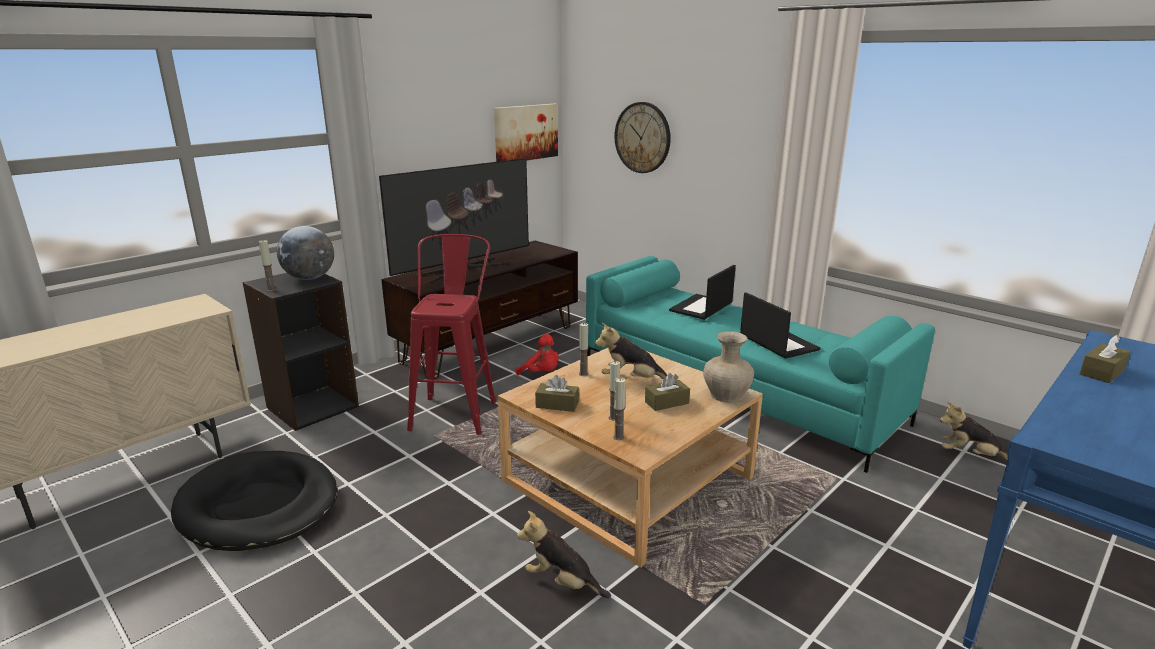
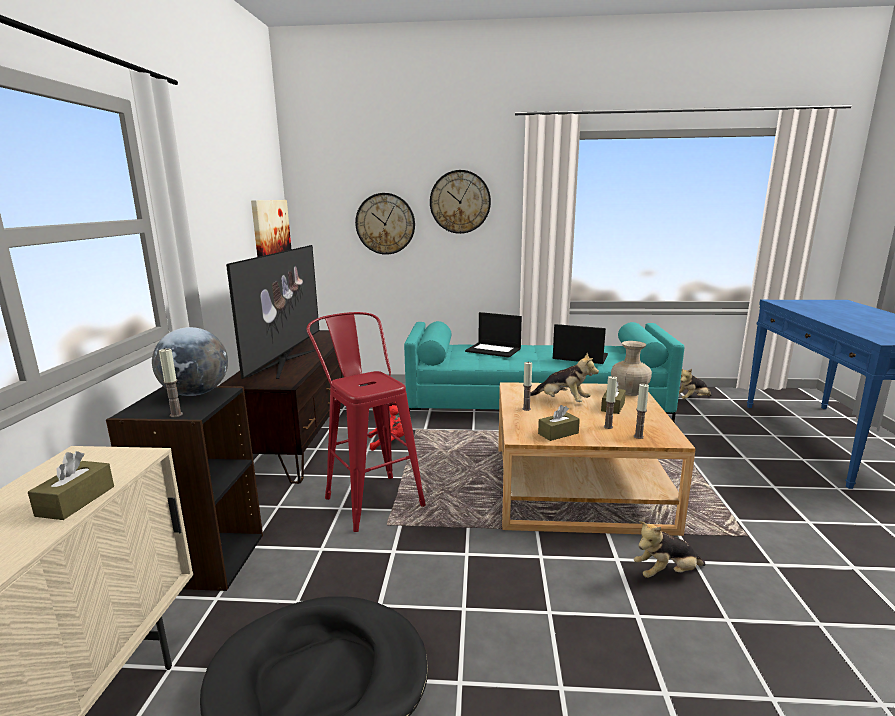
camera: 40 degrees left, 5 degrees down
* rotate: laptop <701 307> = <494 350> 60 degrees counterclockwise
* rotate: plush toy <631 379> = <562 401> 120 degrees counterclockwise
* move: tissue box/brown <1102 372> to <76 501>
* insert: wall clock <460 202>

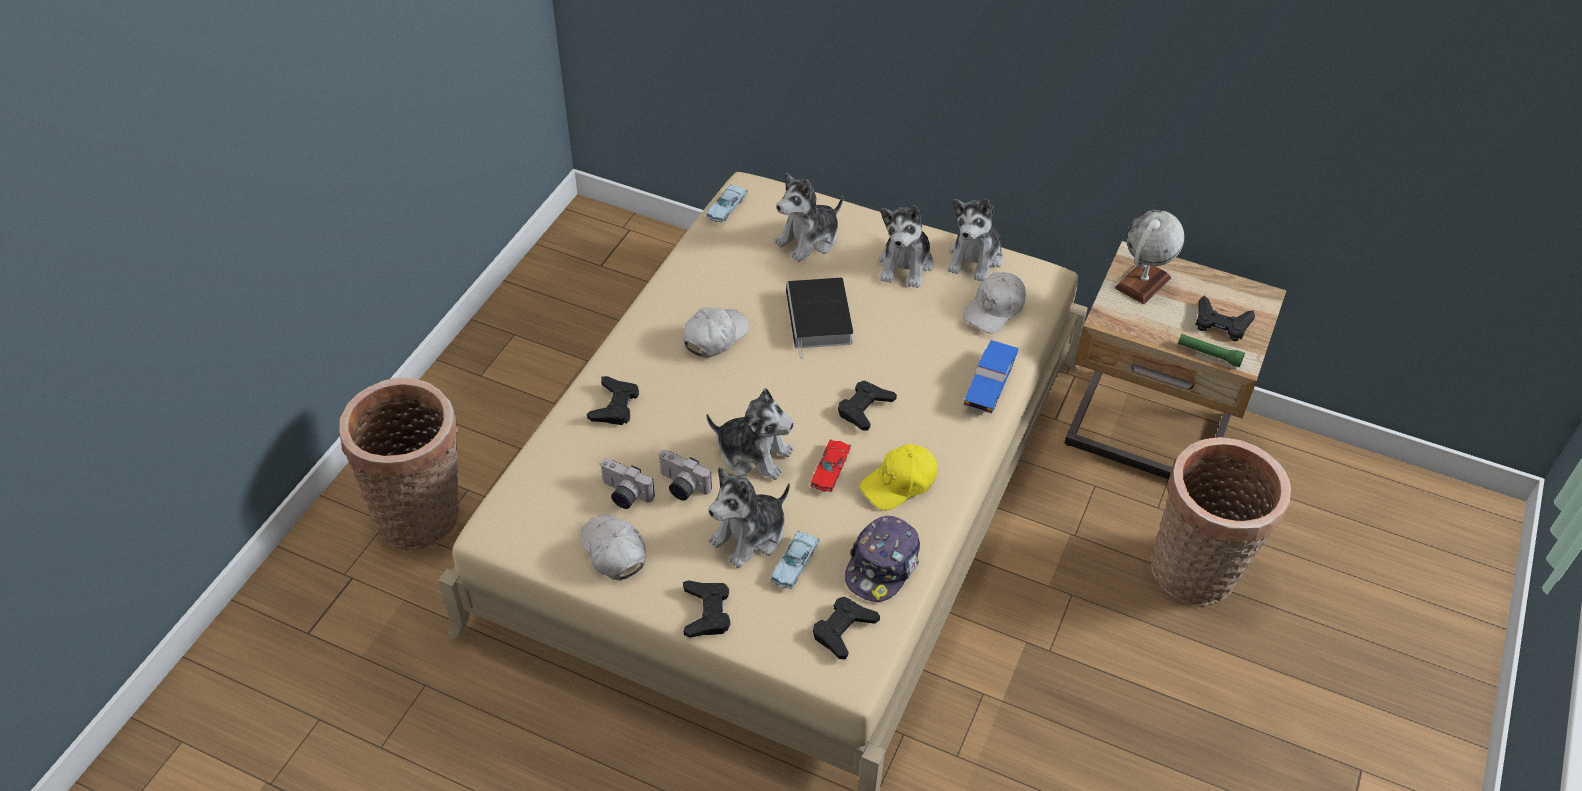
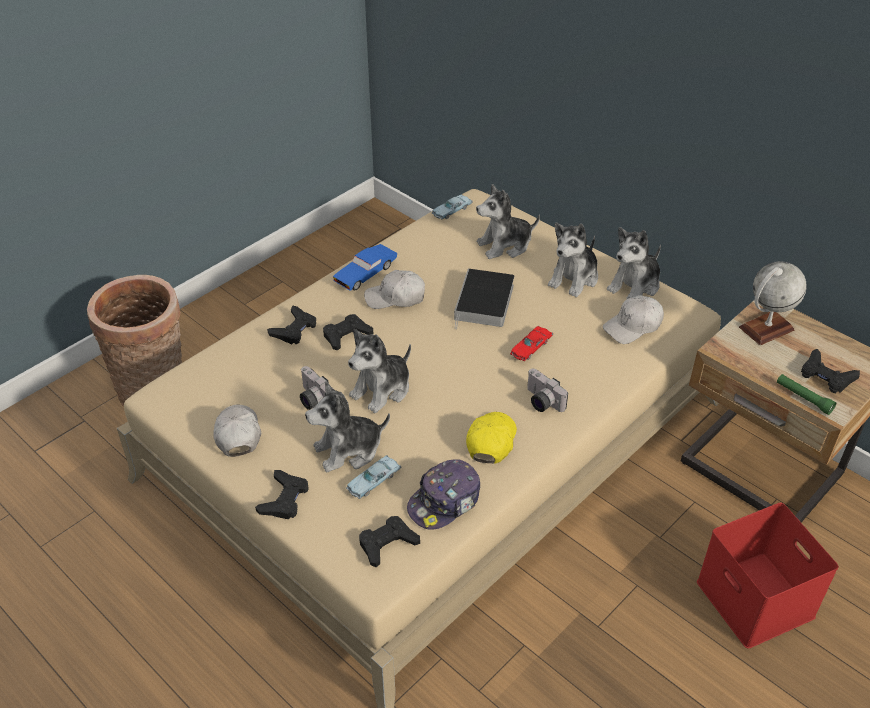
camera: 20 degrees right, 5 degrees down
* rotate: cap/white <715 336> = <395 297> 150 degrees counterclockwise
* move: toy car/blue <989 384> to <366 274>
* move: game controller/black <864 408> to <346 335>
* rotate: plush toy <754 454> = <382 390> 90 degrees clockwise
* replace: basket <1195 575> to storage box/red <758 600>
* move: toy car/red <830 469> to <531 347>
* rotate: cap/yellow <899 483> = <491 441> 120 degrees clockwise
* move: photo camera <623 495> to <541 402>

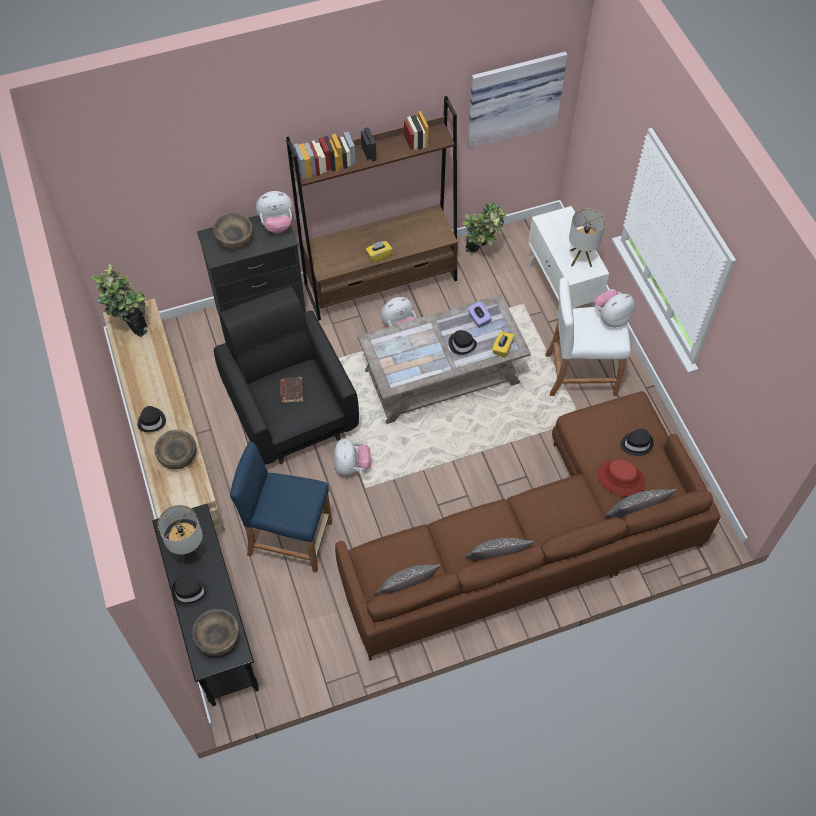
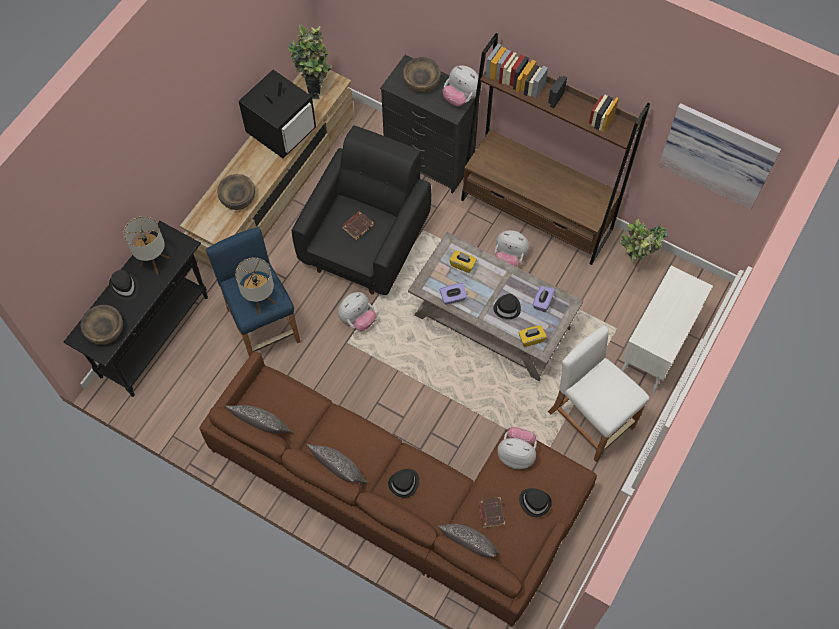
camera: 50 degrees right, 5 degrees up
* move: table lamp <581 258> to <260 301>
* move: tissue box/yellow <379 255> to <462 265>
* move: plush toy <611 317> to <516 454>
* move: hat/black <152 421> to <404 483>
* replace: hat/red <620 479> to book/brown <490 513>
* insert: television <282 131>
* insert: tissue box/purple <453 298>

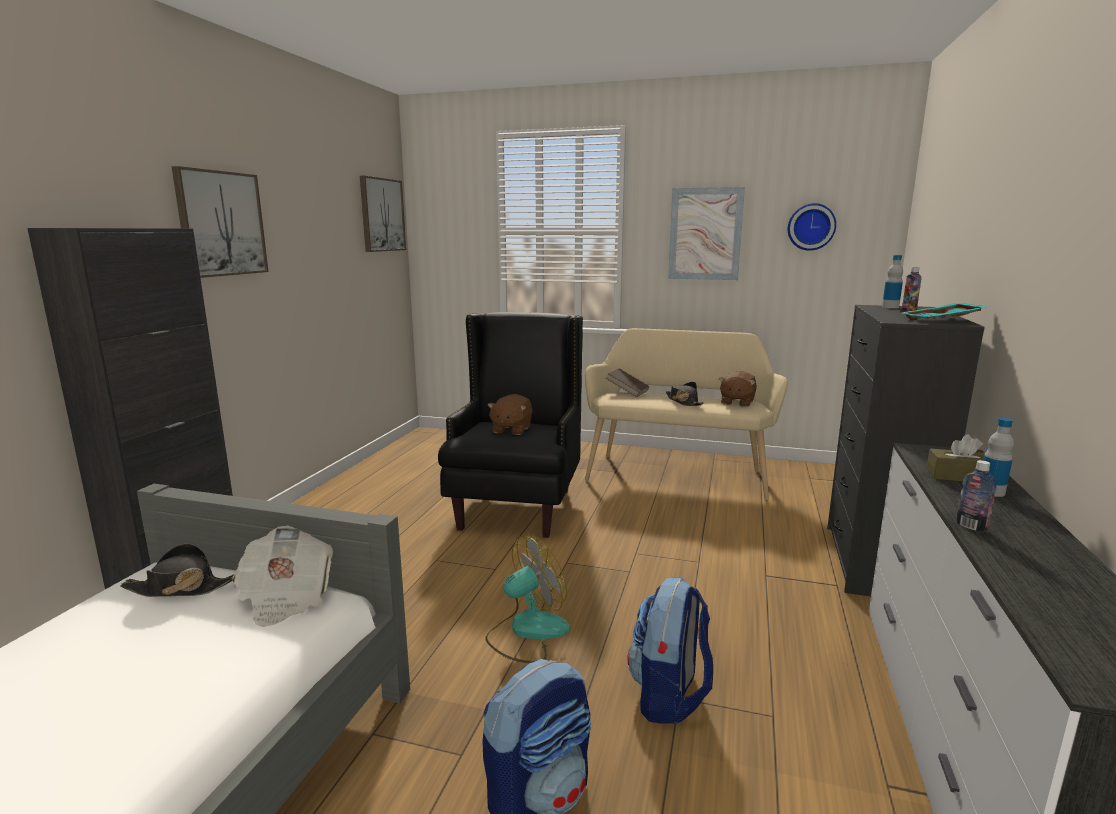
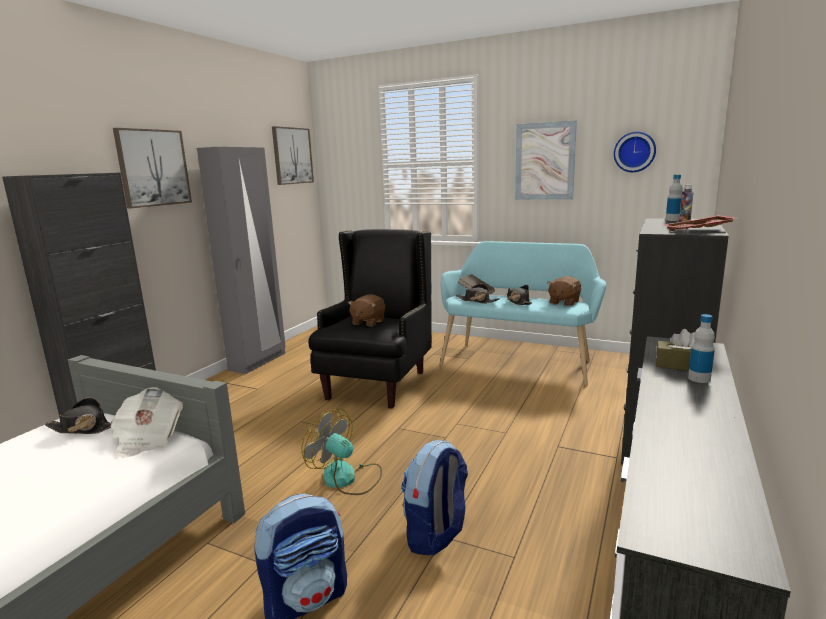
camera: 10 degrees right, 0 degrees up
* recolor: tray/turquoise <943 320> to tray/red <699 230>
* recolor: bench/beige <677 473> to bench/turquoise <519 361>
* delete: bottle <971 526>
* rotate: fan <527 632> = <347 478> 120 degrees counterclockwise
* insert: wardrobe/grey <258 362>
* insert: hat/black <477 301>

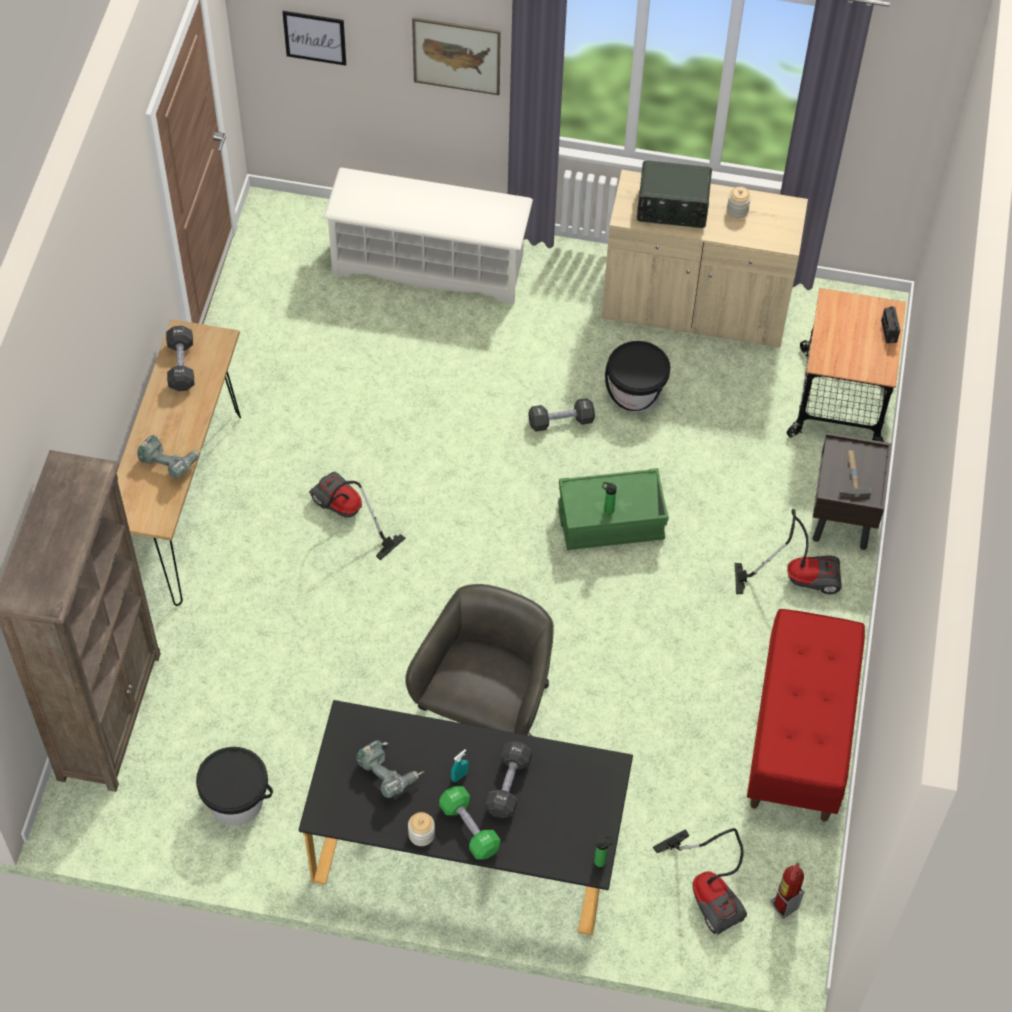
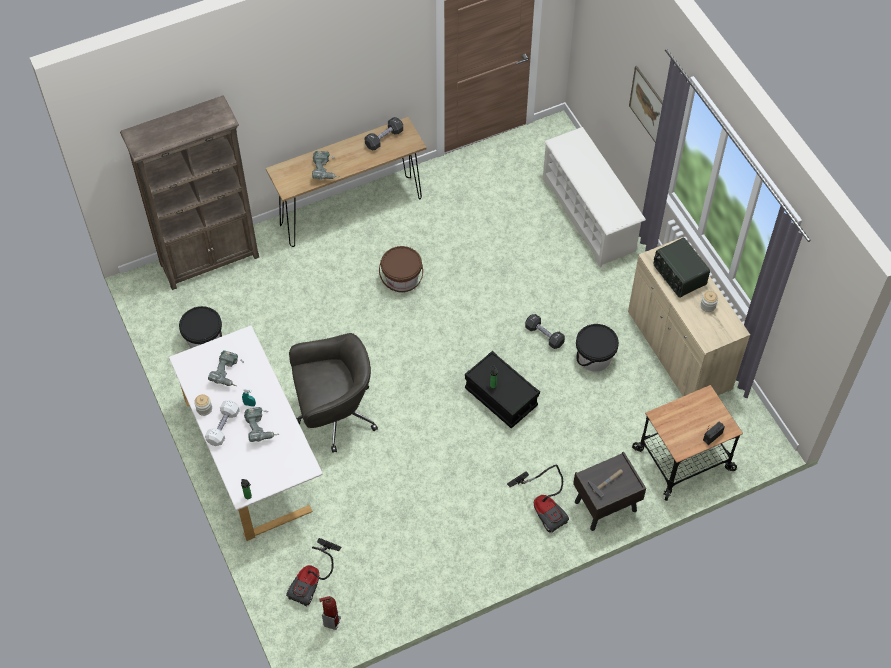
camera: 55 degrees right, 0 degrees up
* delete: picture <315 37>
* recolor: storage box/green <610 522> to storage box/black <501 397>
* replace: vacuum cleaner <346 515> to bucket/brown <402 280>
* delete: bench/red <800 736>
* recolor: desk/black <466 849> to desk/white <252 454>
* replace: dumbbell/black <508 785> to power drill <260 429>
* recolor: dumbbell/green <469 828> to dumbbell/white <223 427>

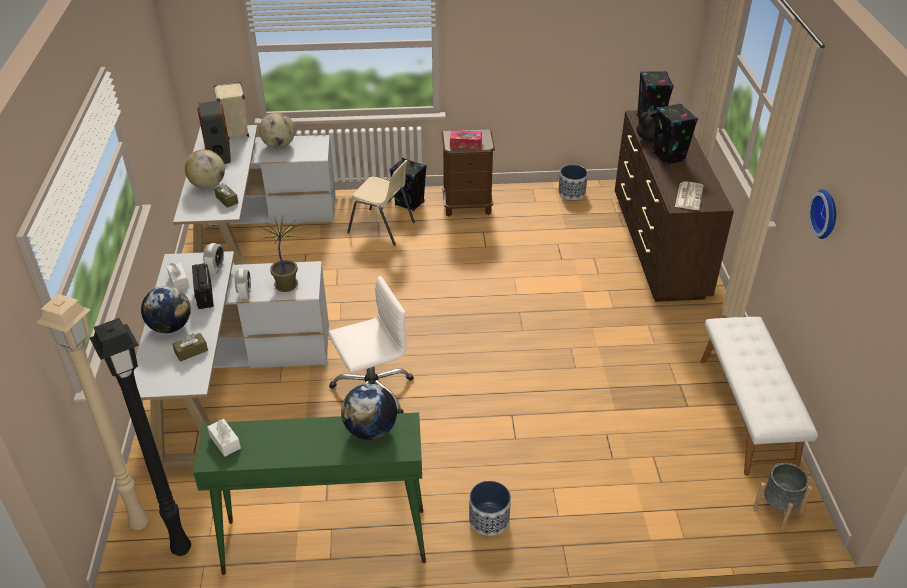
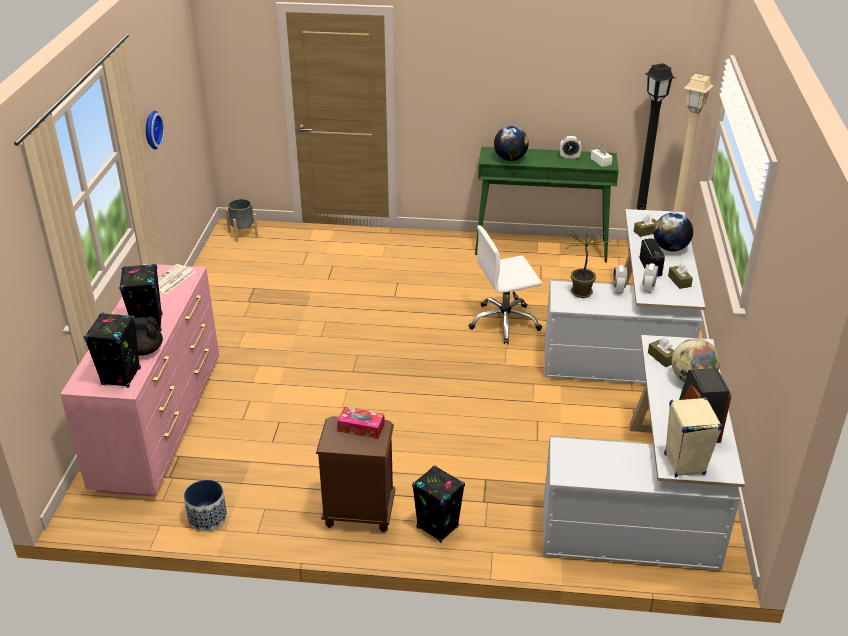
camera: 170 degrees left, 5 degrees down
* recolor: dresser/brown <658 247> to dresser/pink <161 423>
* delete: globe <279 145>
* delete: chair/beige <382 228>
* recolor: tissue box/white <179 281> to tissue box/brown <679 281>
* delete: bench/white <747 413>
* delete: planter <489 519>
* insert: alarm clock <569 157>

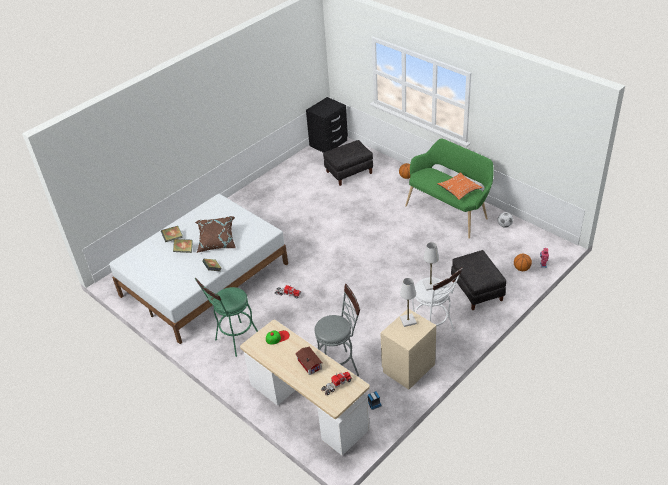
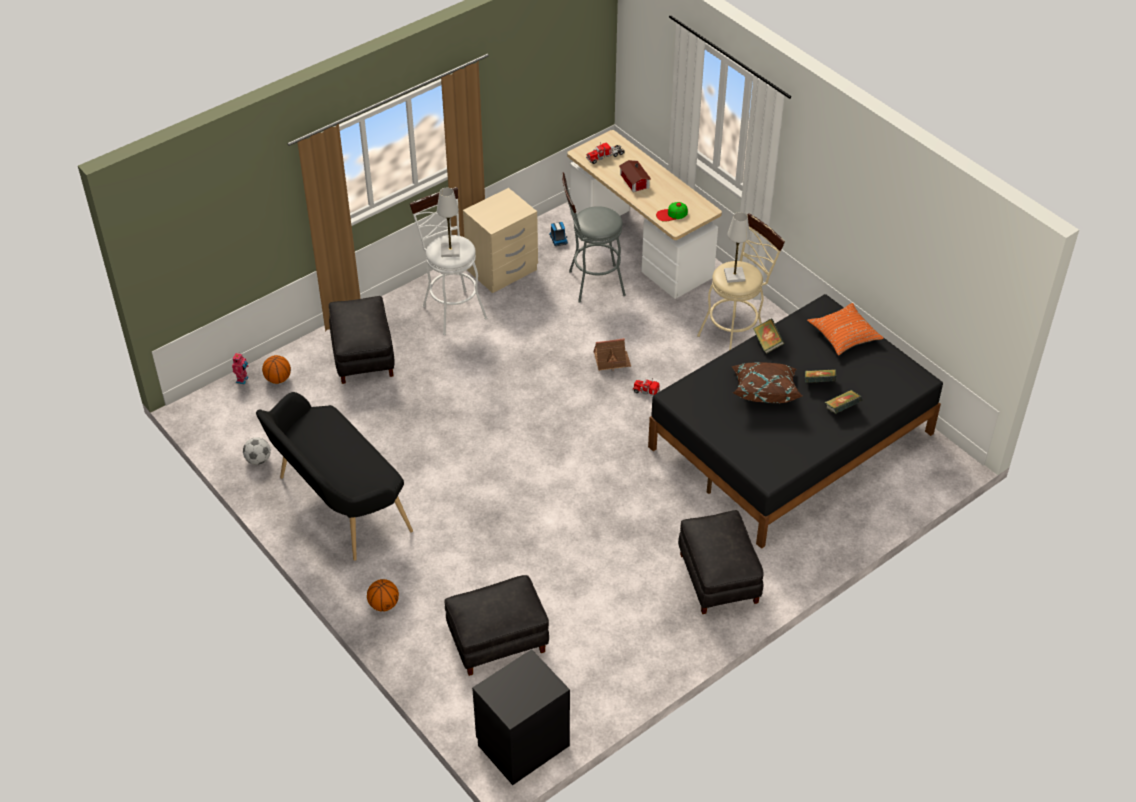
camera: 175 degrees left, 5 degrees up
* recolor: bench/green <449 211> to bench/black <338 505>
* move: pillow/orange <459 189> to <844 335>
* recolor: bed/white <204 279> to bed/black <791 440>
* recolor: stool/green <235 341> to stool/beige <736 336>
* move: table lamp/white <408 320> to <734 275>
* insert: toy house <611 361>
* insert: ottoman/black <718 578>

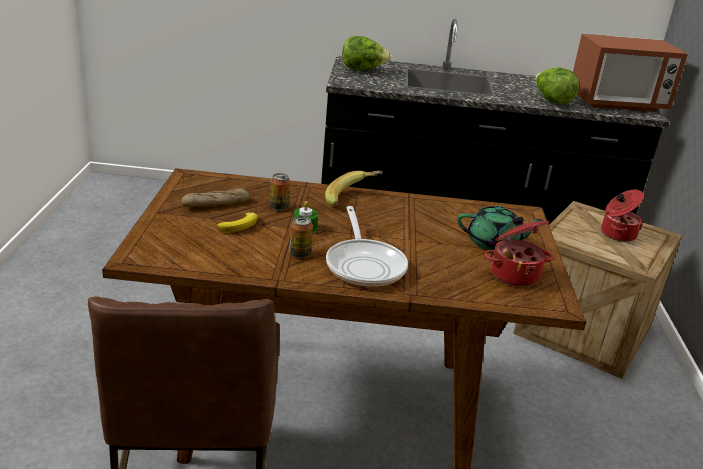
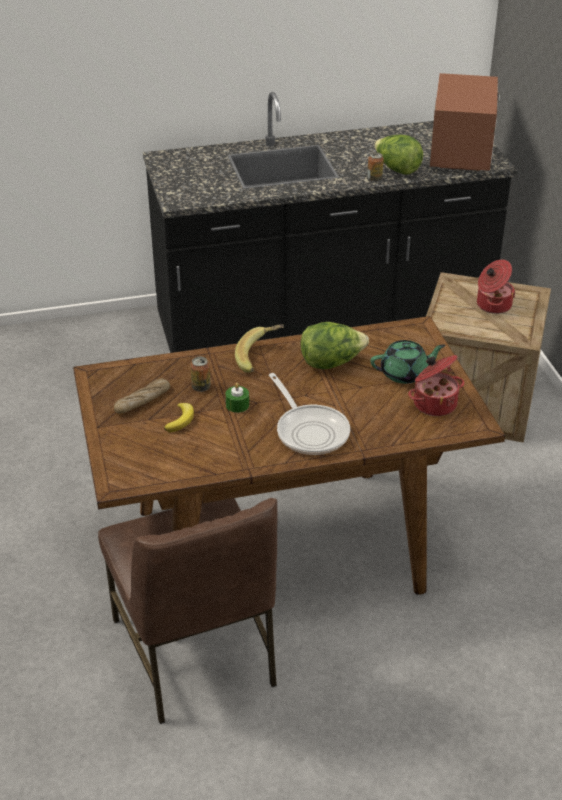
camera: 15 degrees left, 10 degrees up
* rotate: microwave <617 103> = <461 154> 60 degrees counterclockwise
* move: lettuce <363 70> to <331 363>
* move: can <300 254> to <374 179>

